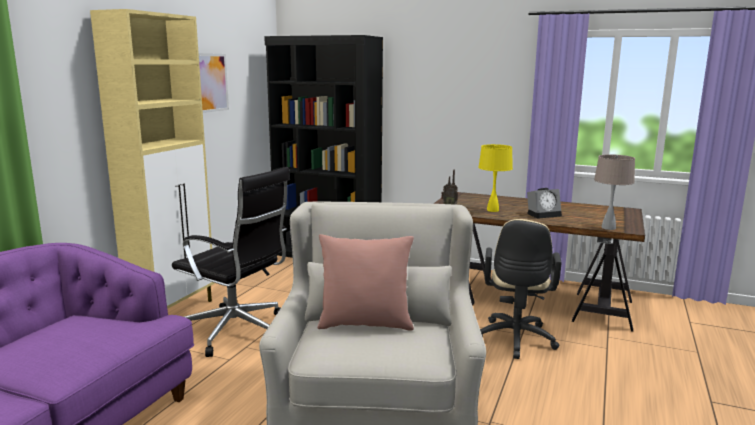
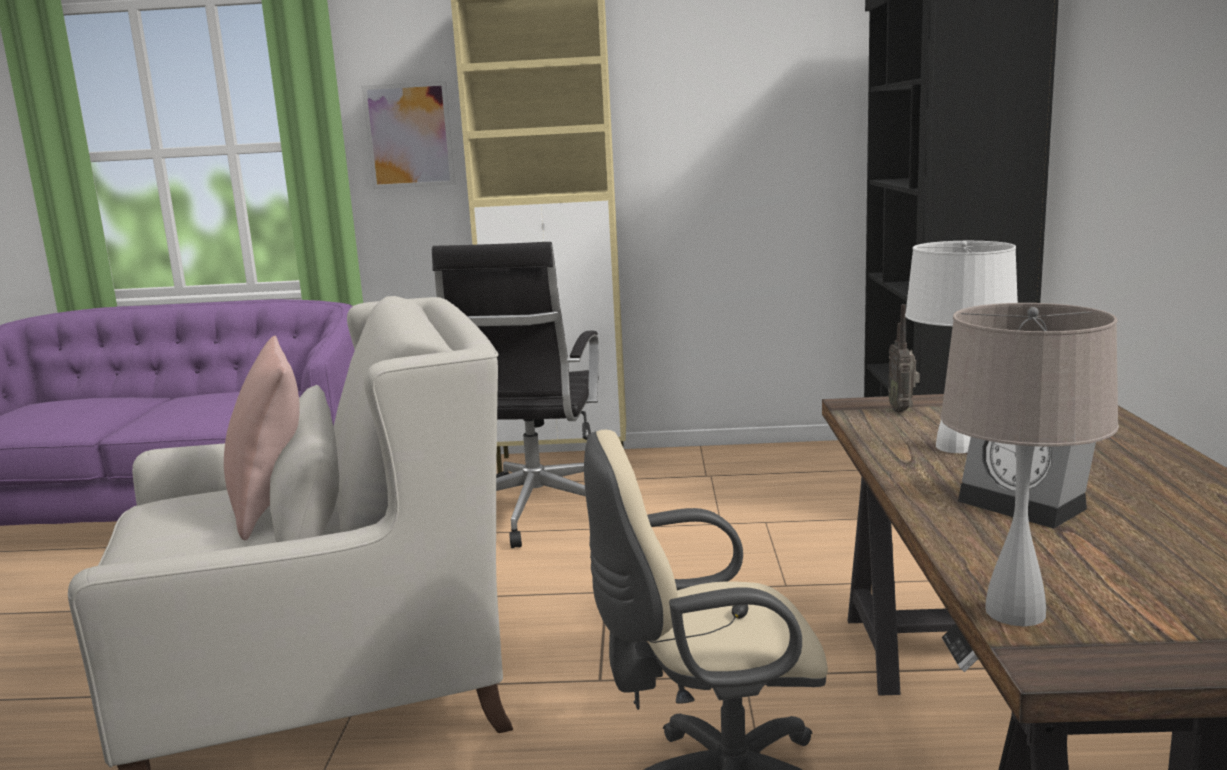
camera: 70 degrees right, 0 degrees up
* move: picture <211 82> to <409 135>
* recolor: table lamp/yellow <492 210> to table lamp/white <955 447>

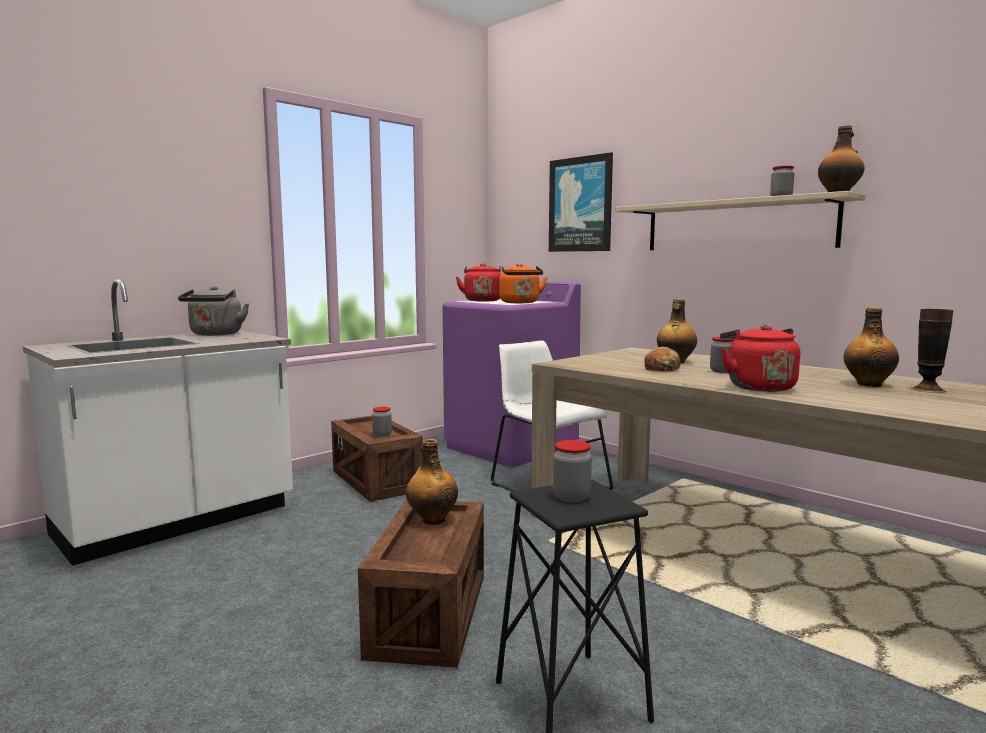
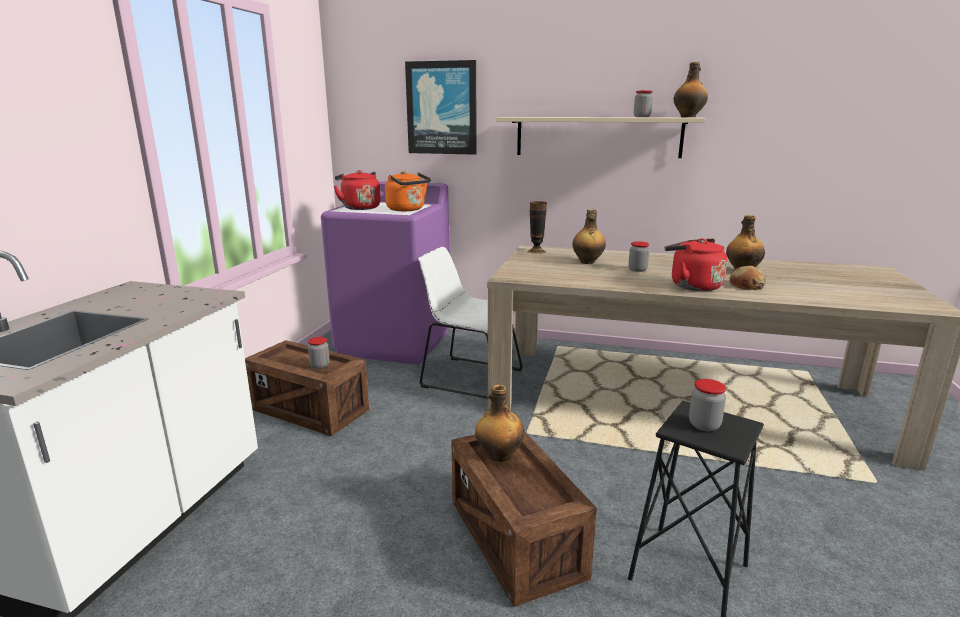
camera: 30 degrees left, 10 degrees up
* delete: kettle/grey <215 334>
* move: vase <928 390> to <536 251>
* move: bread <661 369> to <746 285>

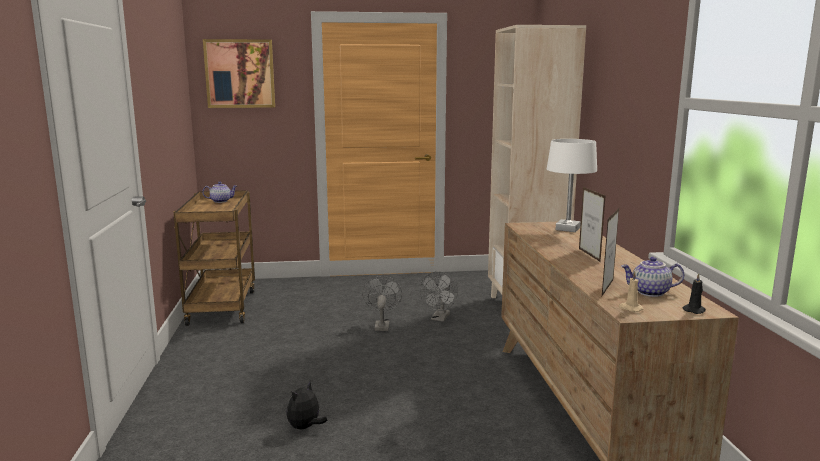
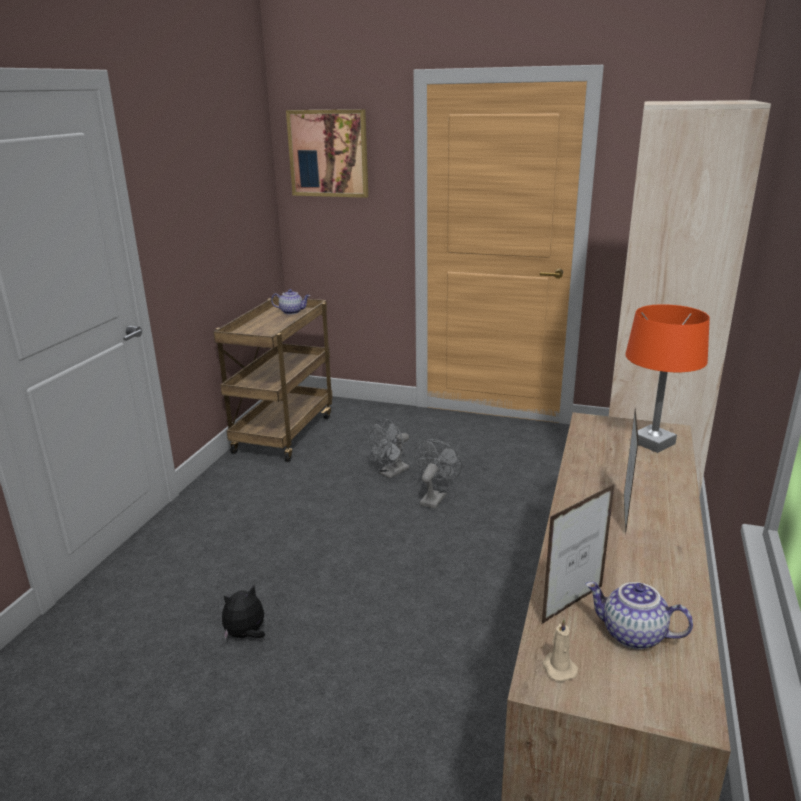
camera: 25 degrees right, 10 degrees up
* recolor: table lamp/white <568 229> to table lamp/orange <653 443>
* move: fan/grey <439 318> to <391 473>
* delete: candle/black <694 310>

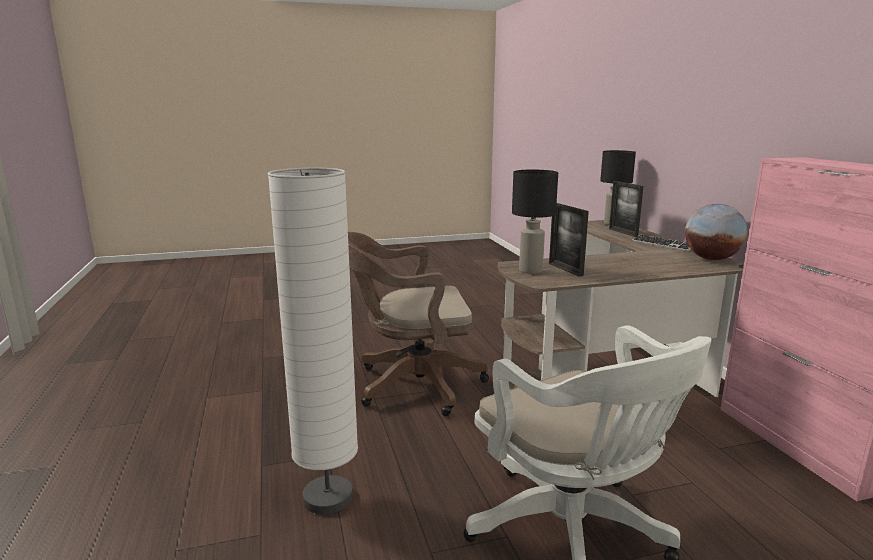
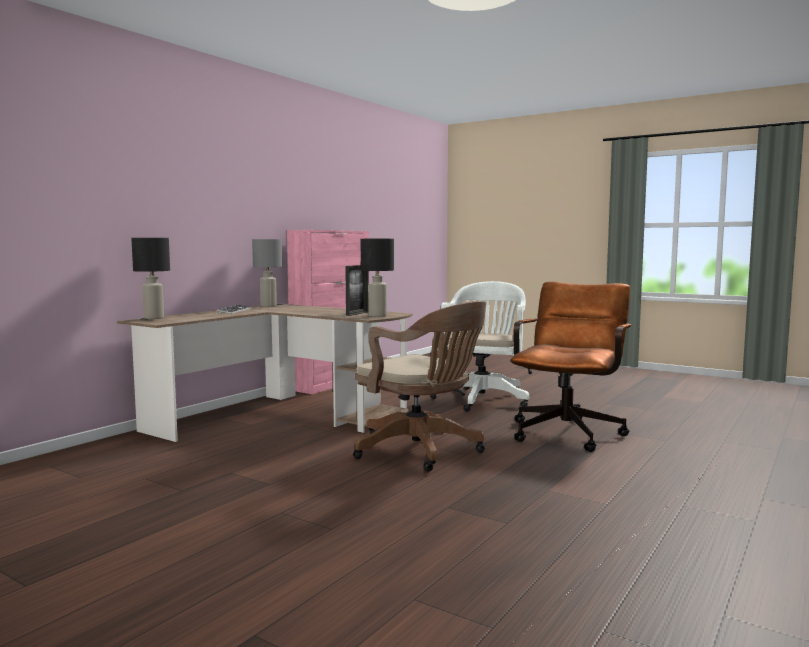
camera: 130 degrees left, 10 degrees down
* replace: floor lamp/white <328 498> to office chair/brown <569 431>
* delete: picture frame <623 232>
* replace: globe <711 259> to table lamp/grey <269 306>

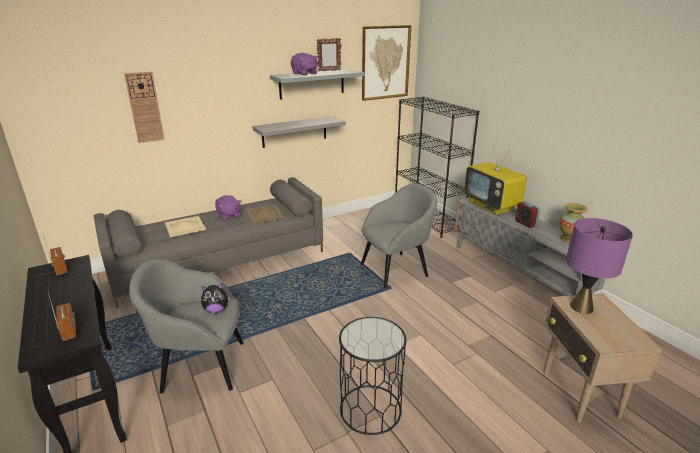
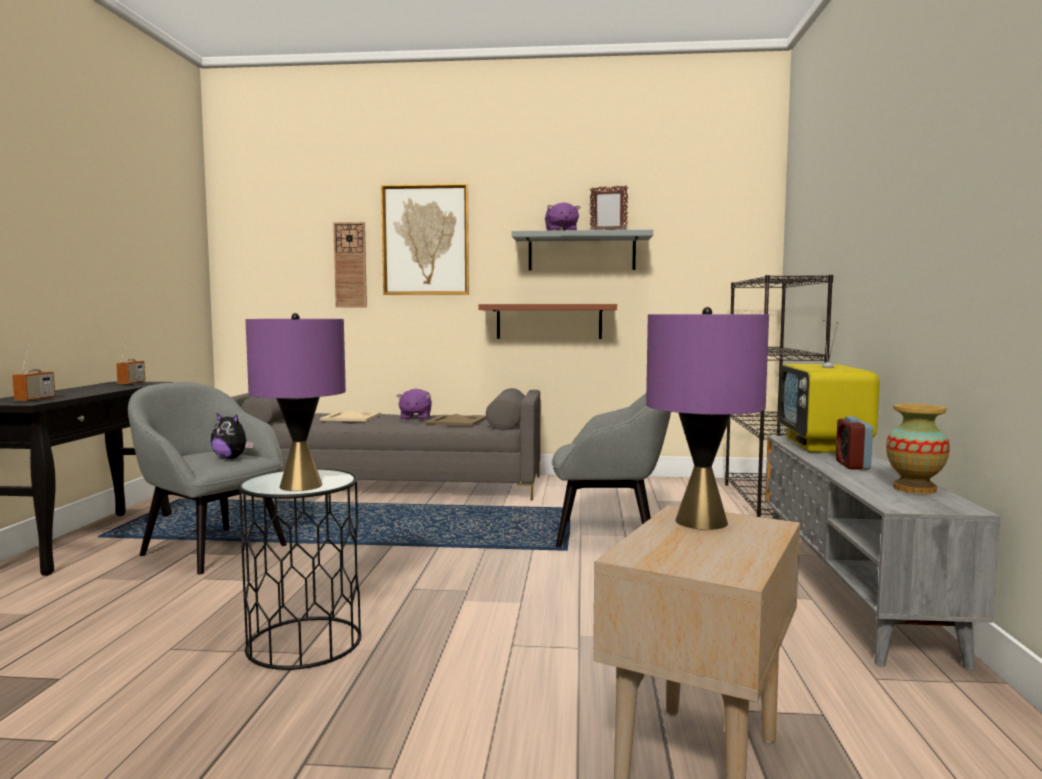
camera: 35 degrees right, 20 degrees down
* move: picture <385 62> to <425 240>
* recolor: shelf/grey <294 131> to shelf/brown <549 321>
* insert: table lamp/purple <300 486>

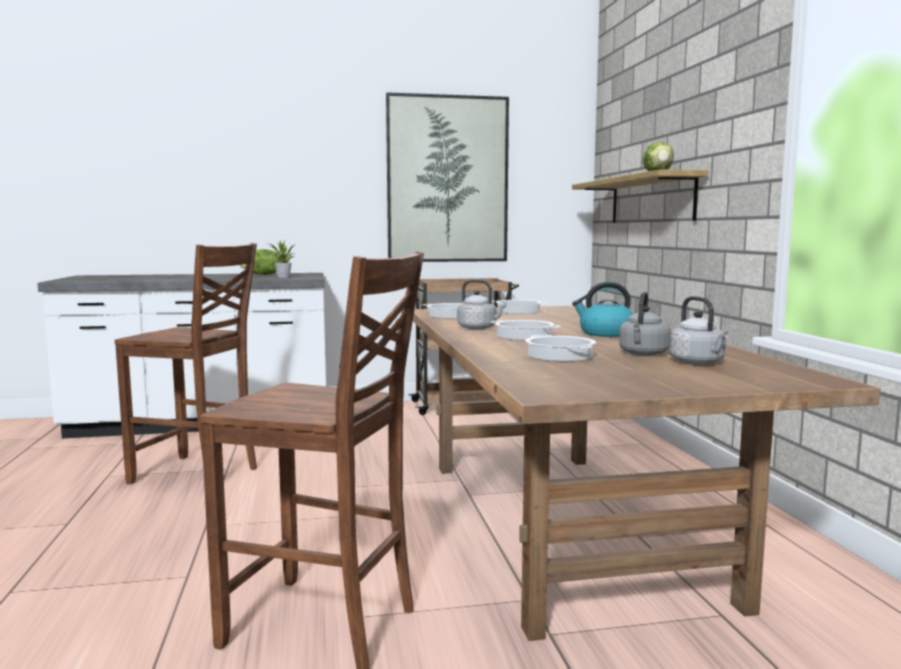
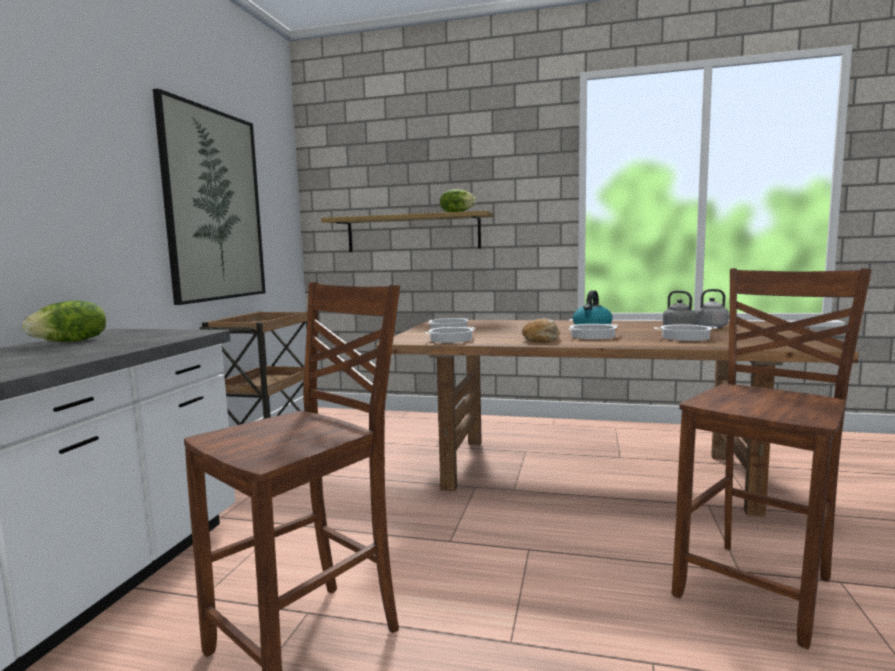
camera: 65 degrees left, 0 degrees up
* delete: potted plant <281 277>
* replace: kettle/grey <479 328> to bread <542 339>

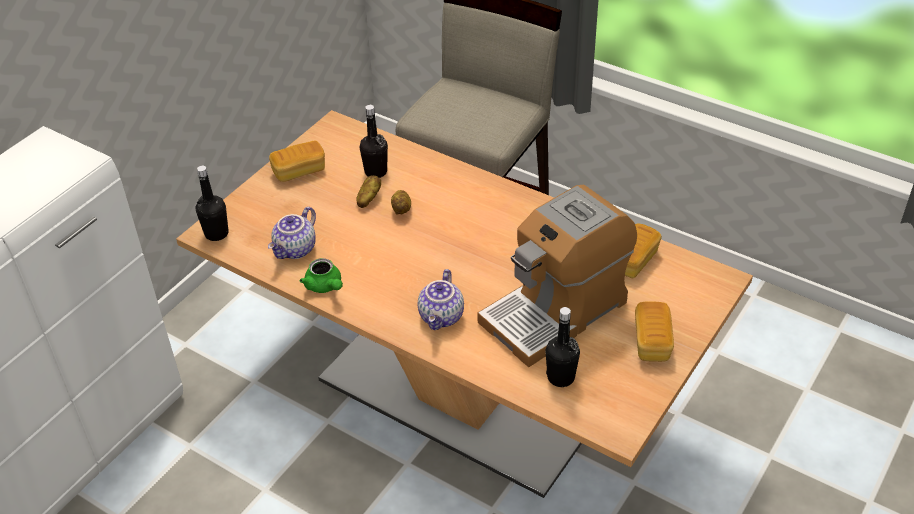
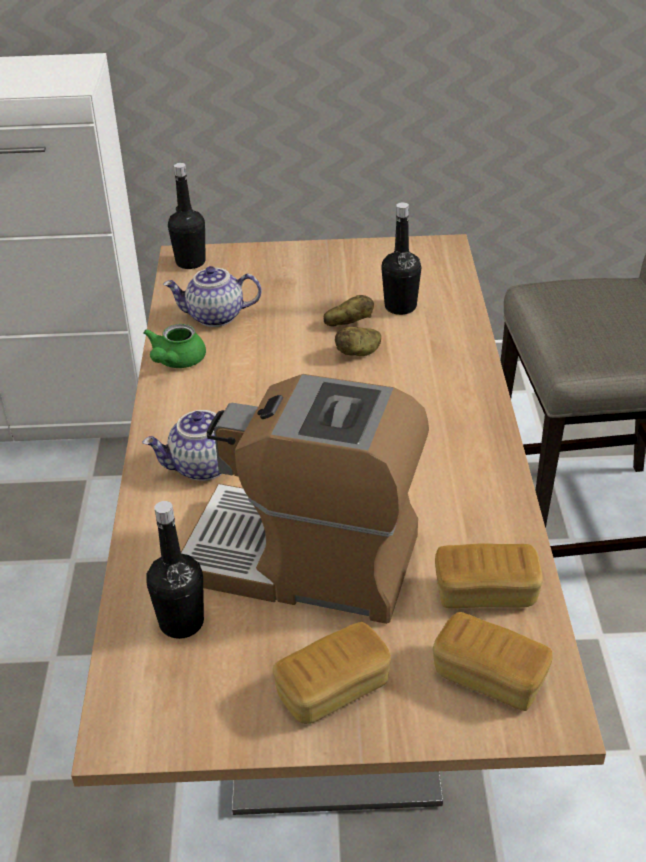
camera: 55 degrees right, 5 degrees down
* move: bread <299 171> to <489 677>

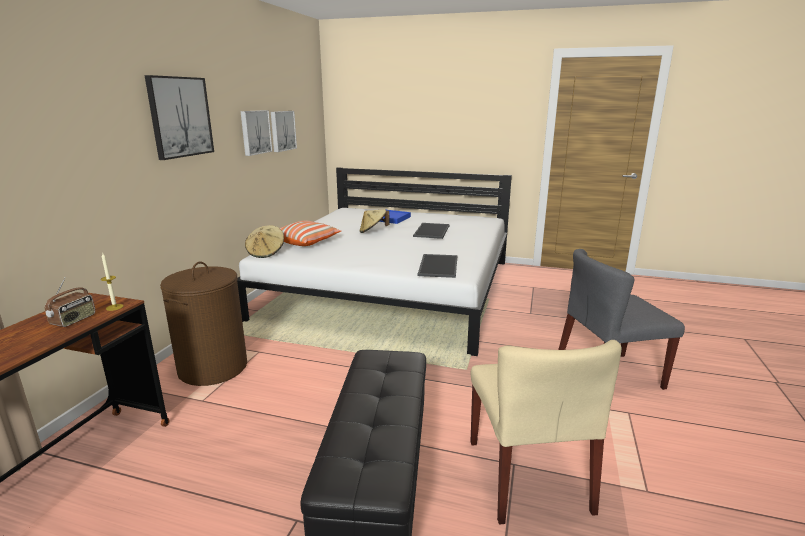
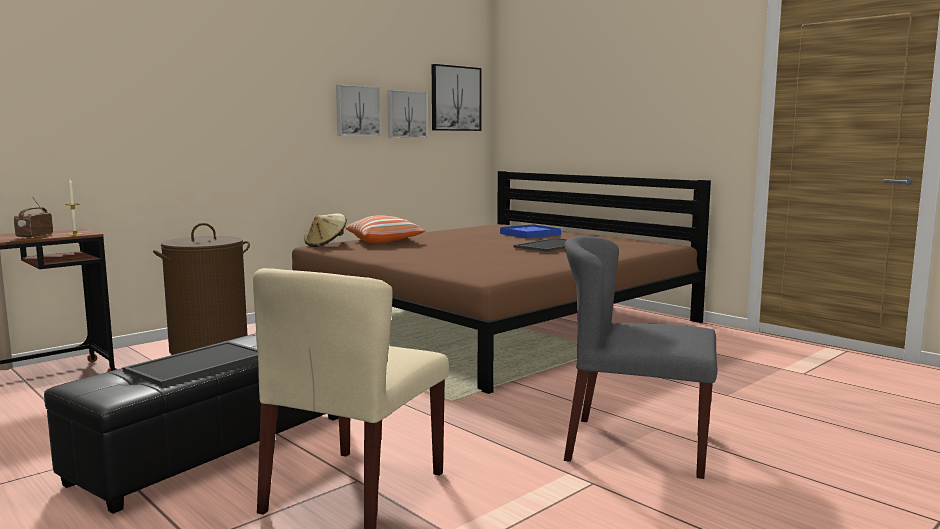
camera: 30 degrees right, 10 degrees down
* move: picture <180 117> to <455 98>
* recolor: bed/white <392 288> to bed/brown <496 322>
* delete: hat/beige <373 231>
* move: tray <437 265> to <198 363>
* rotate: radio <74 320> = <34 236> 135 degrees clockwise

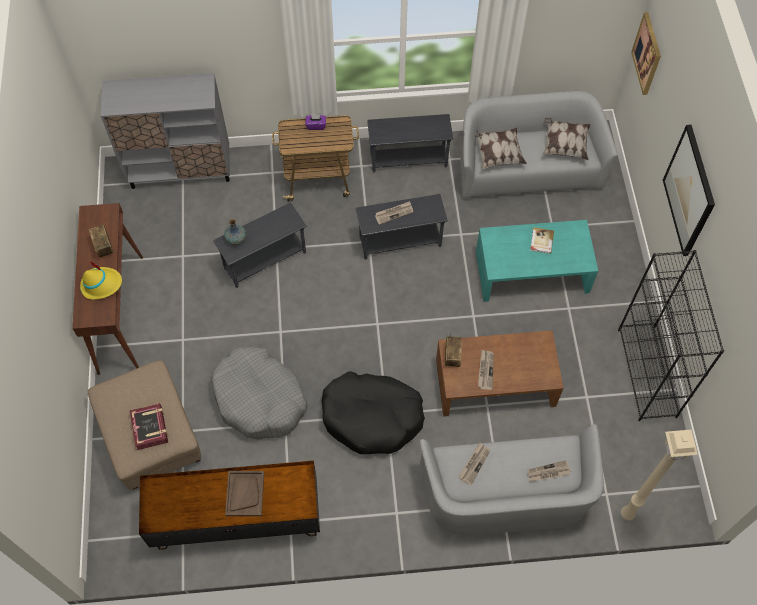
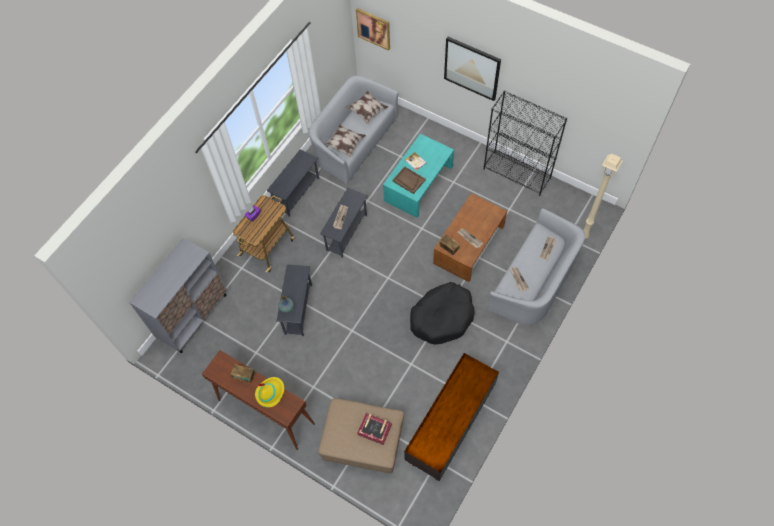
camera: 50 degrees left, 0 degrees up
* delete: dog bed/grey <259 399>
* move: tray/brown <245 493> to <408 180>

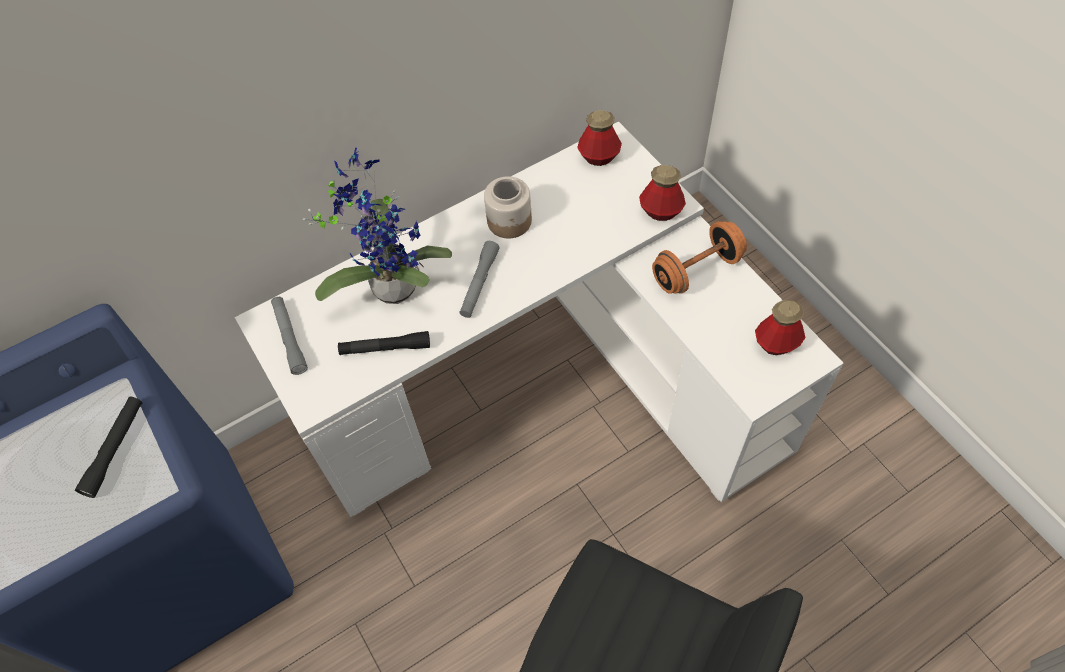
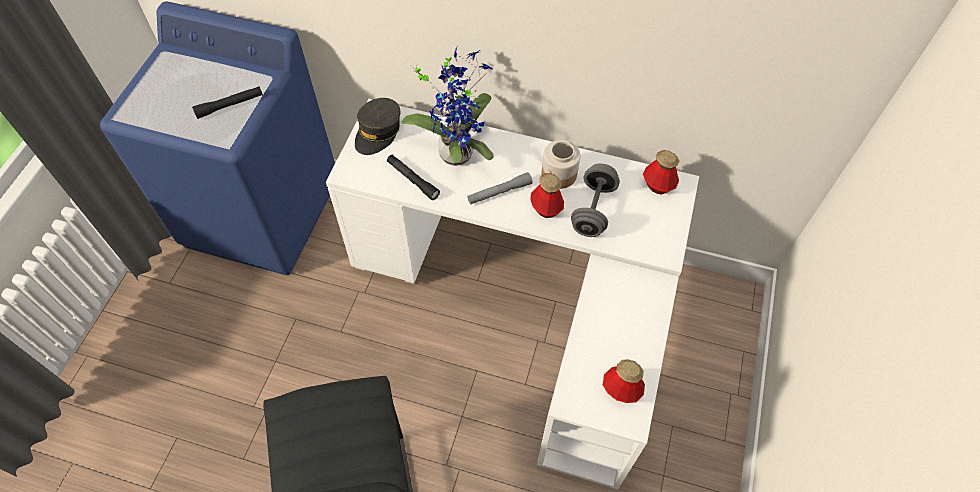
camera: 45 degrees right, 0 degrees up
* move: bottle <660 211> to <546 208>
* delete: dumbbell/orange <696 270>
* replace: flashlight/grey <290 338> to cap/grey <378 132>
* insert: dumbbell/grey <593 210>

